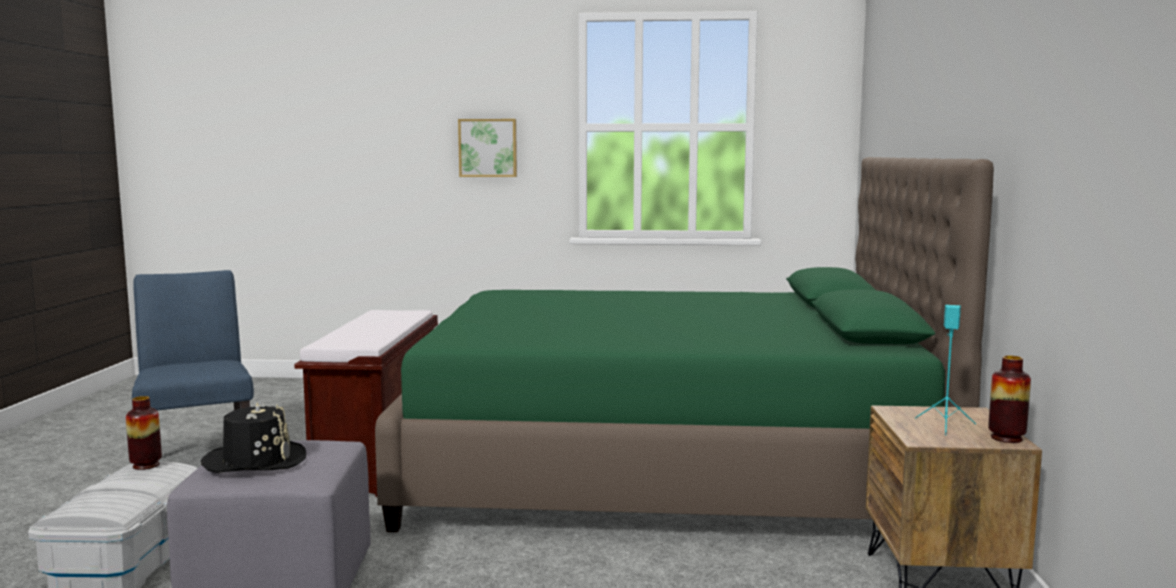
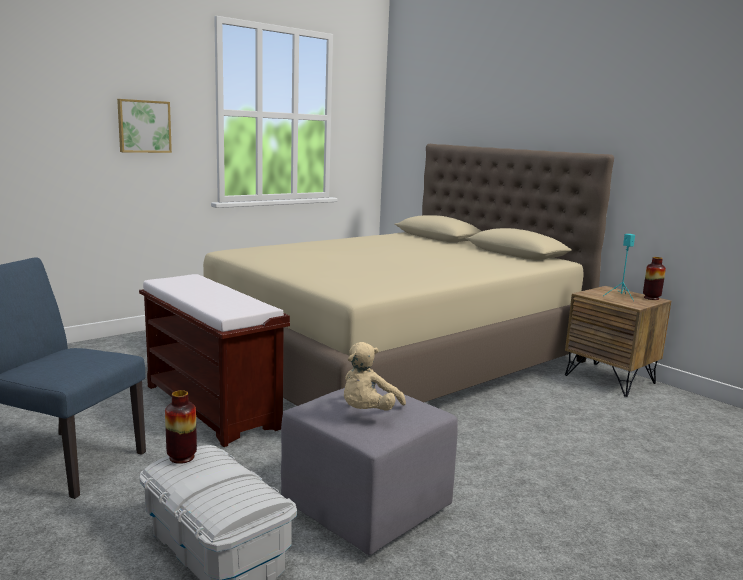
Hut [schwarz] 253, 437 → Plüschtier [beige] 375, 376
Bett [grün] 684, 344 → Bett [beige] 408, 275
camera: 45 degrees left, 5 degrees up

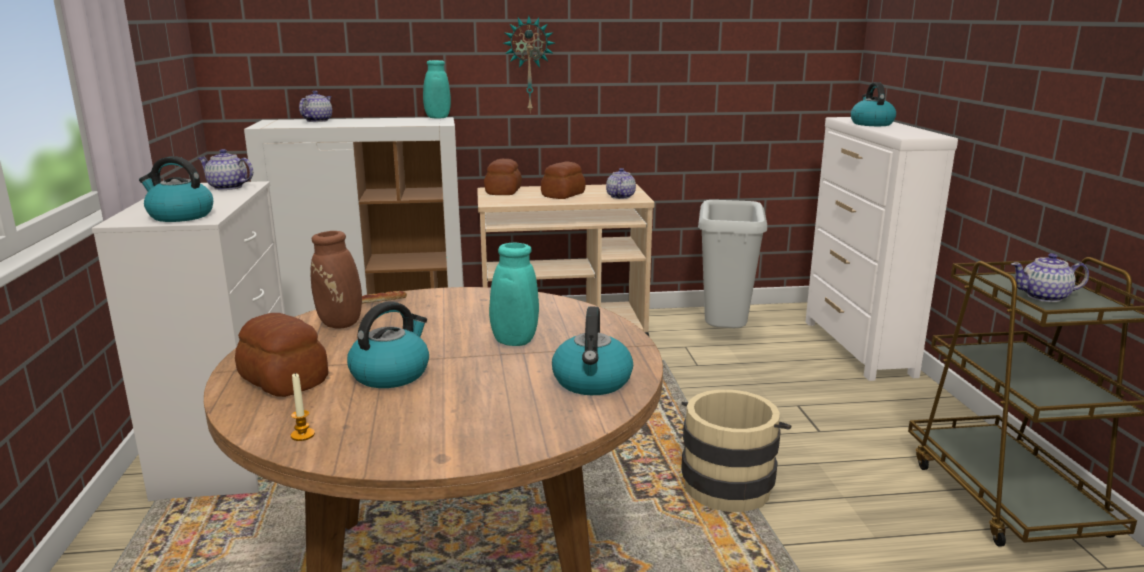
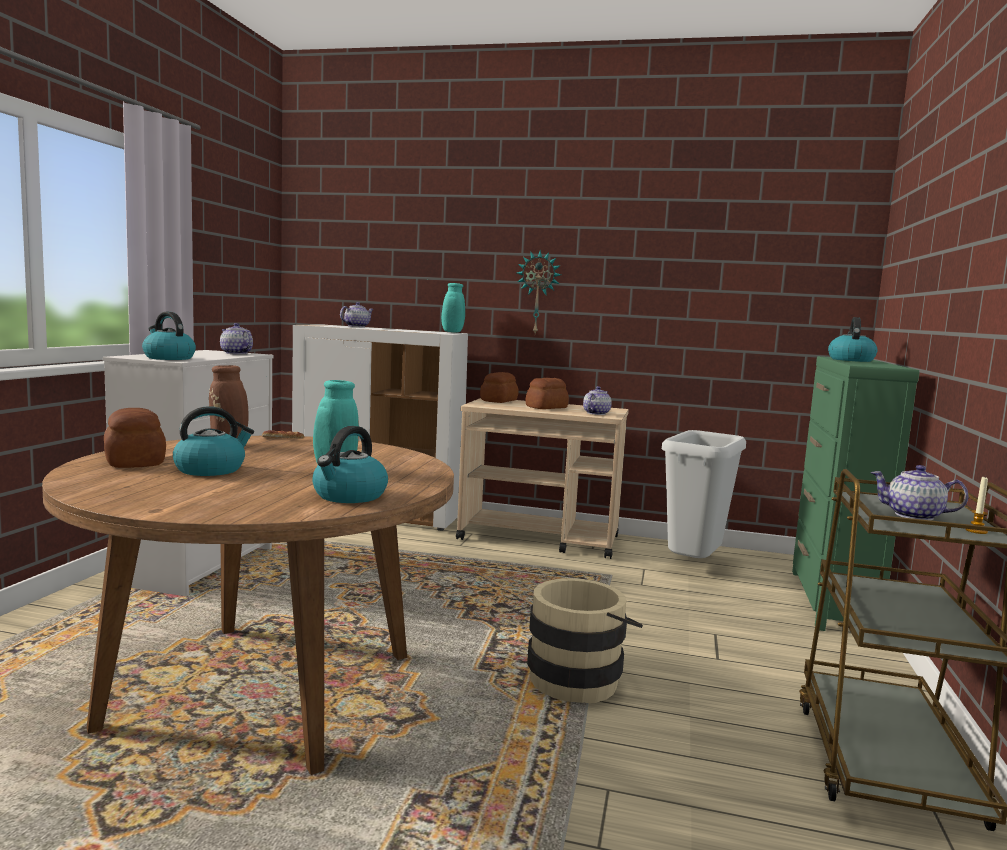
Kerze 303, 407 → Kerze 976, 505, relocated
Kommode [weiß] 881, 249 → Kommode [grün] 856, 493
camera: 20 degrees right, 10 degrees down

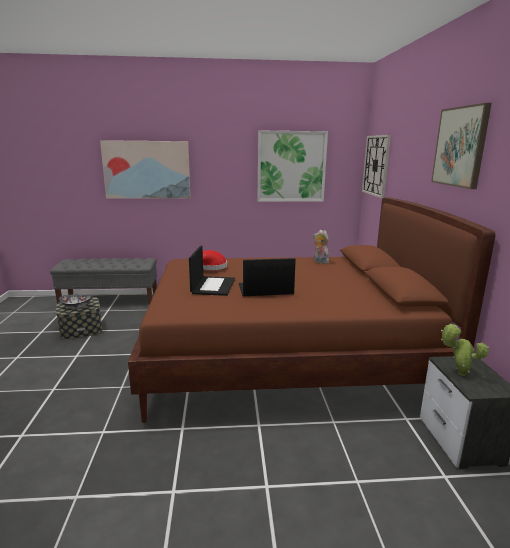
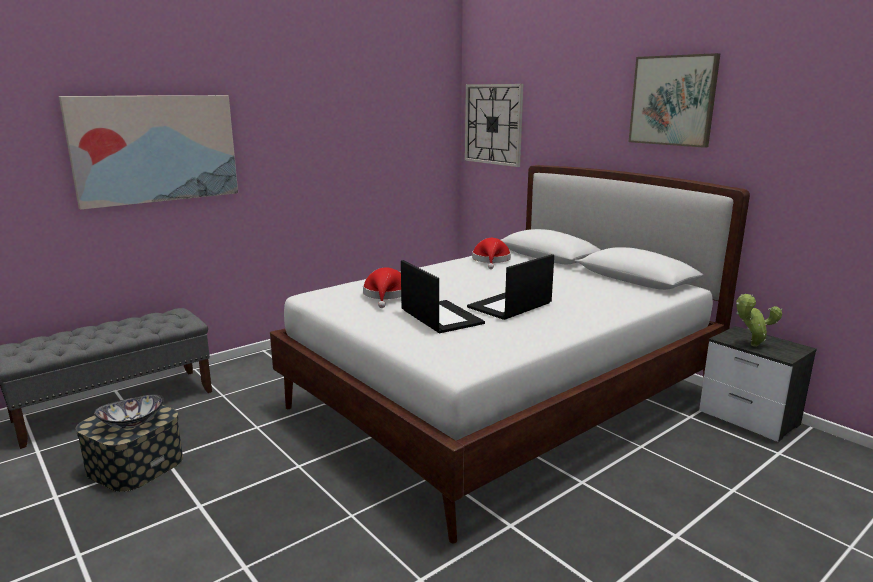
Bett [braun] 312, 310 → Bett [weiß] 510, 354
Bild 292, 166 → -
Plüschtier 321, 247 → Hut [rot] 491, 253
camera: 35 degrees left, 0 degrees up

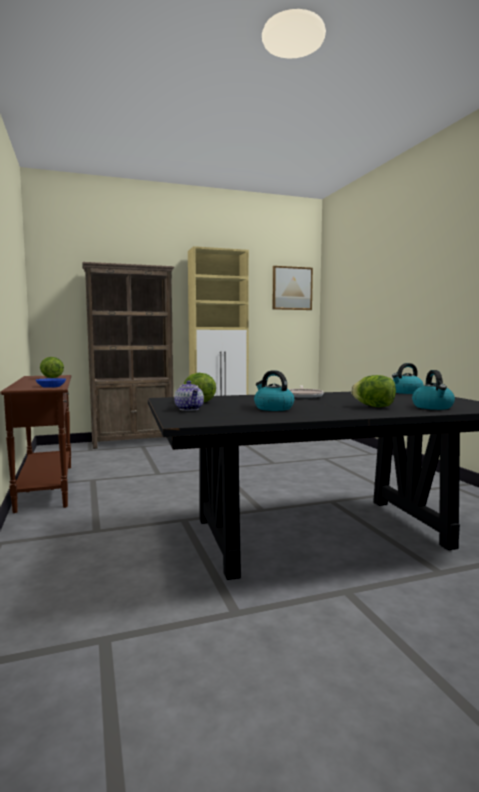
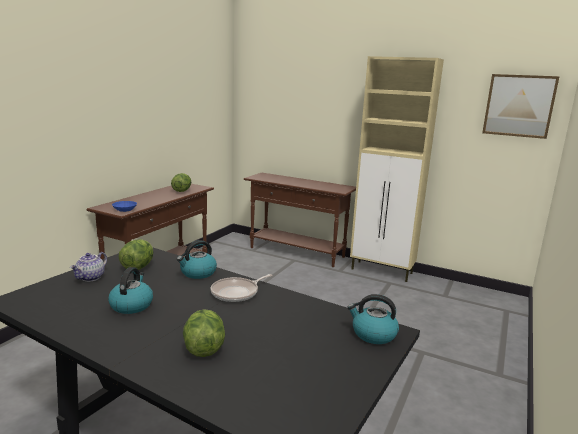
Bücherregal [braun] 128, 355 → Konsolentisch [braun] 300, 220
Wasserkessel 433, 390 → Wasserkessel 197, 259, relocated
camera: 45 degrees right, 10 degrees up

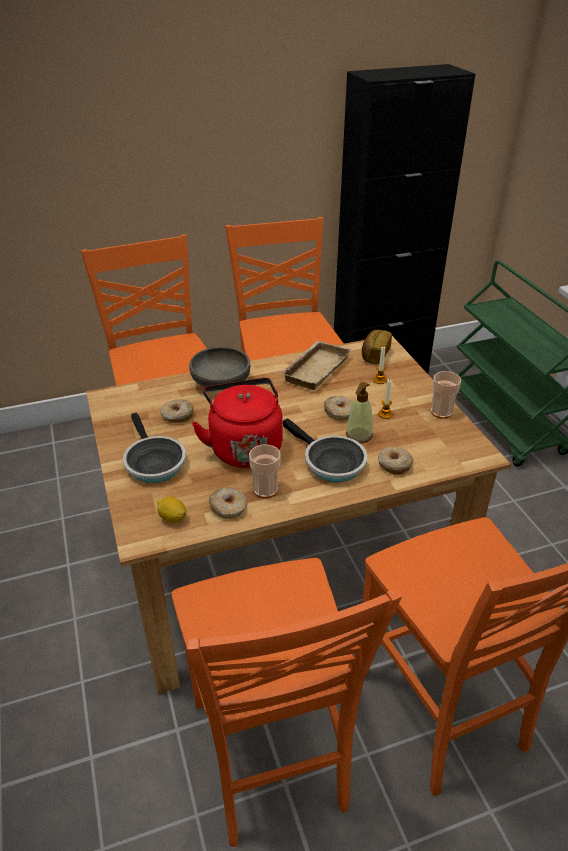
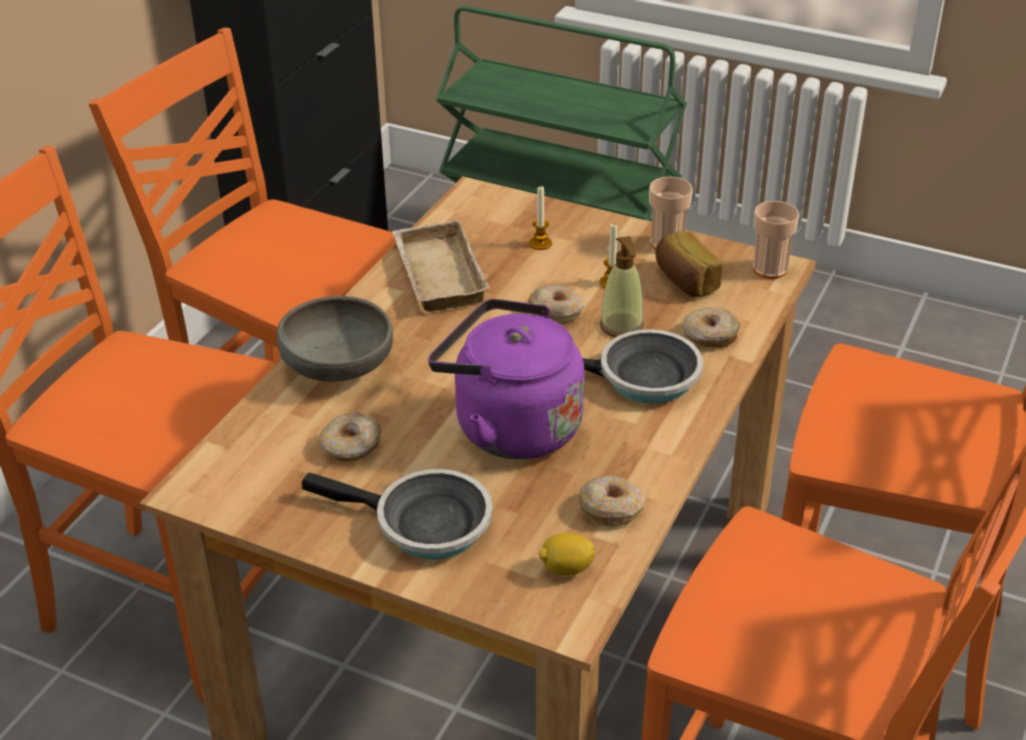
Wasserkessel [rot] 237, 423 → Wasserkessel [lila] 506, 379
Tasse 265, 471 → Tasse 776, 240, relocated
Brot 377, 347 → Brot 689, 264, relocated
camera: 45 degrees left, 0 degrees up

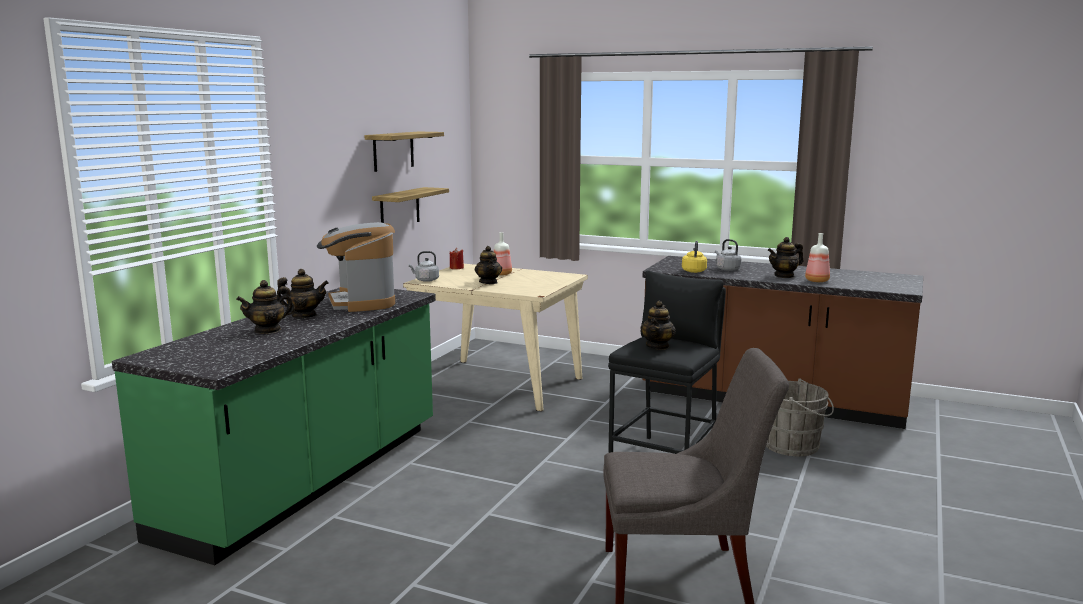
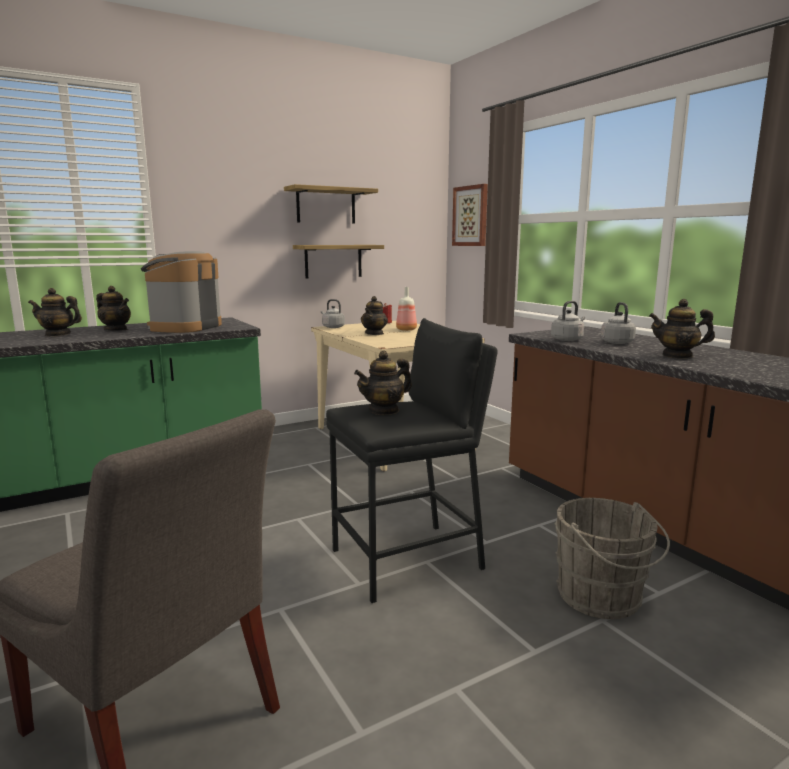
Wasserkessel [gelb] 694, 257 → Wasserkessel [grau] 568, 321
Flasche 817, 257 → -
- → Bild 470, 215
camera: 35 degrees right, 0 degrees up

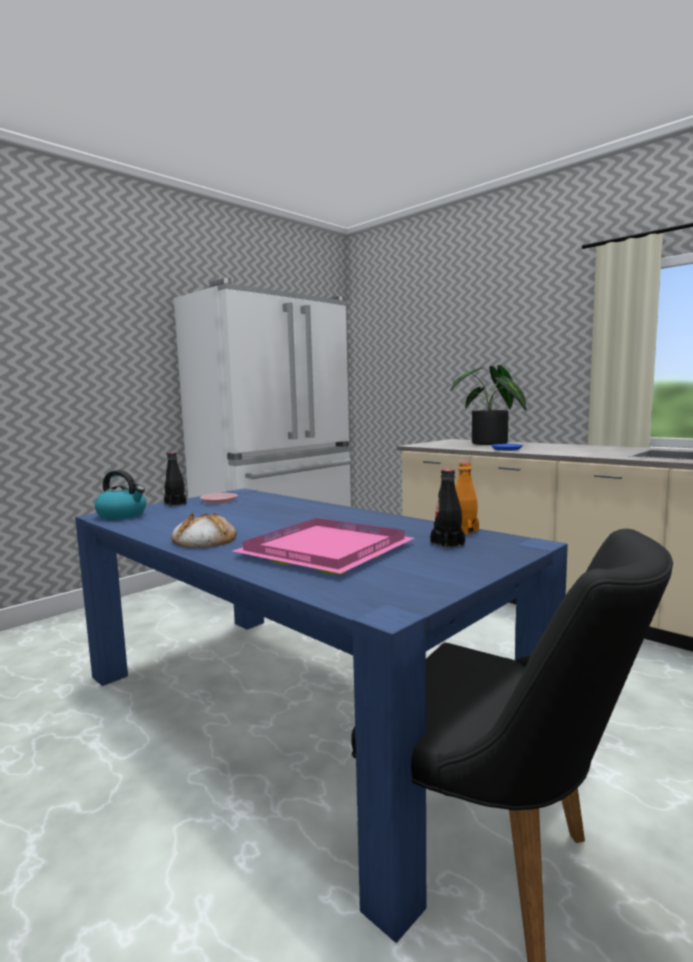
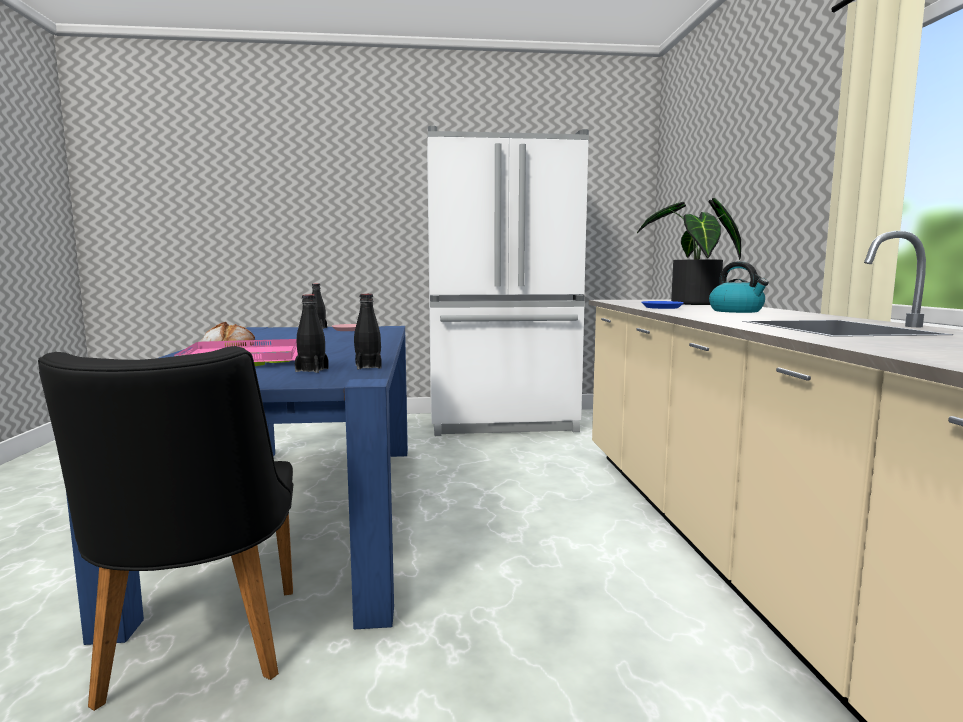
Wasserkessel 120, 494 → Wasserkessel 739, 287, relocated
Flasche [orange] 467, 499 → Flasche [schwarz] 368, 331
camera: 40 degrees right, 0 degrees up

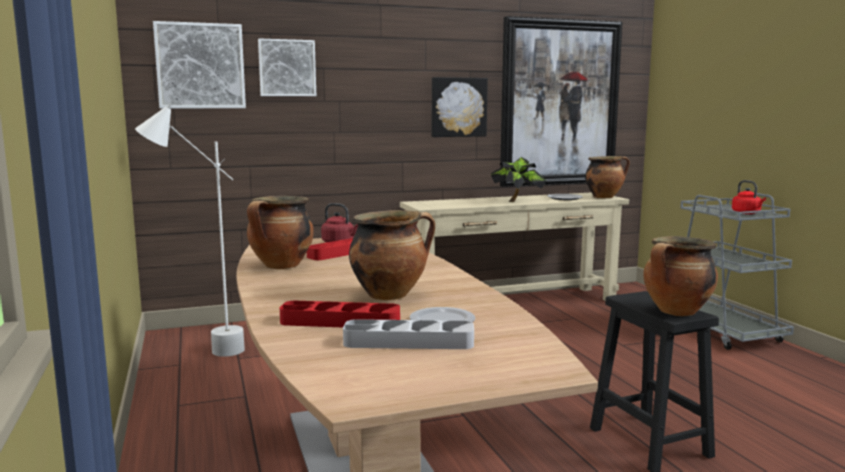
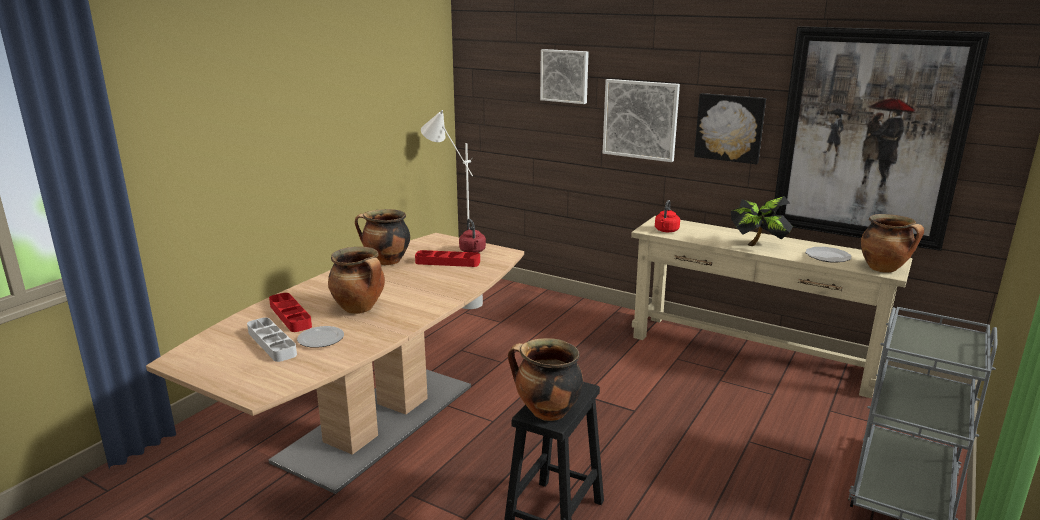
Bild 199, 64 → Bild 641, 120, relocated
Wasserkessel [rot] 749, 197 → Wasserkessel [rot] 667, 216, relocated
camera: 50 degrees right, 10 degrees up

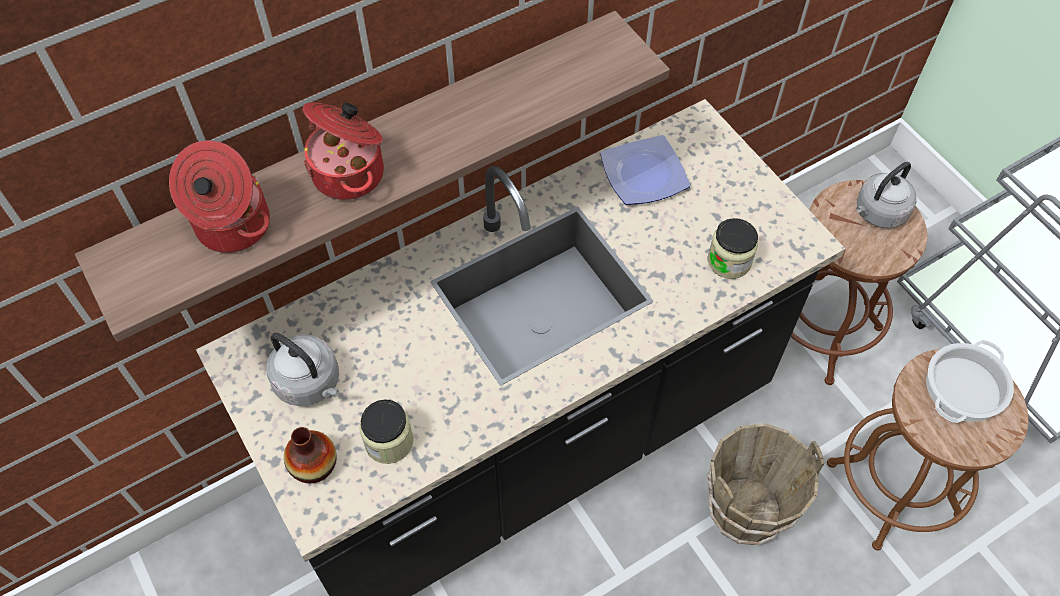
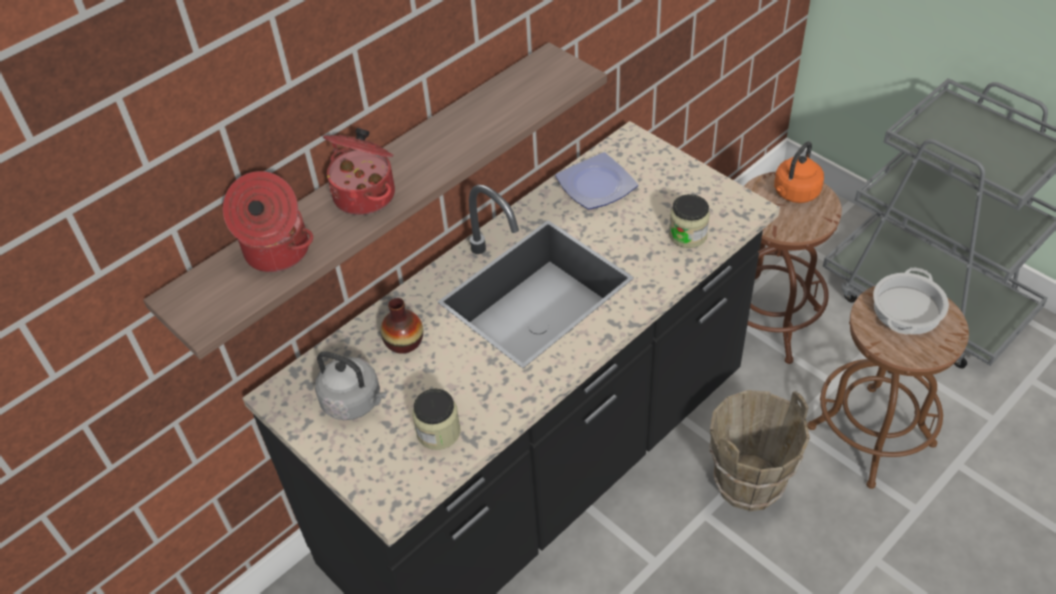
Vase 310, 455 → Vase 401, 326, relocated
Wasserkessel [grau] 886, 195 → Wasserkessel [orange] 799, 172
camera: 10 degrees left, 10 degrees down

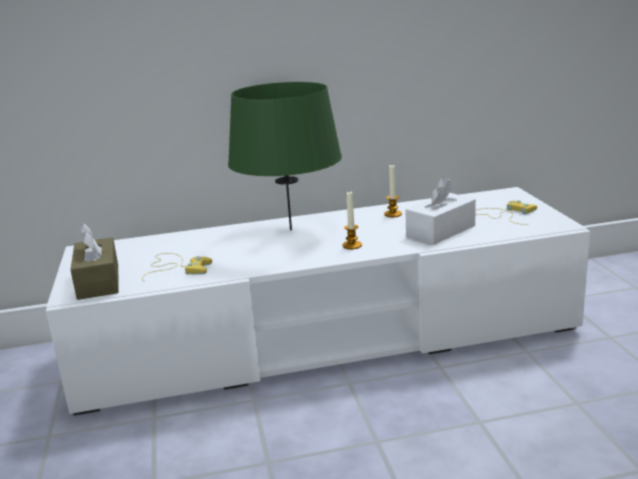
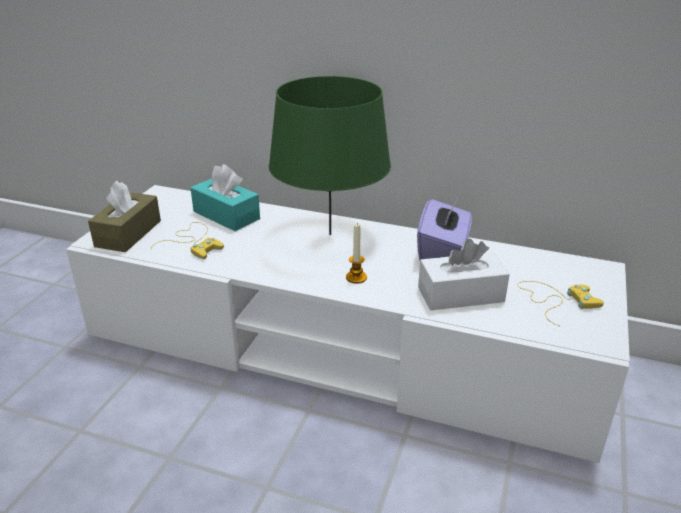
Kerze 393, 191 → Taschentuchbox [lila] 444, 228
- → Taschentuchbox [türkis] 225, 197
camera: 30 degrees right, 10 degrees up

